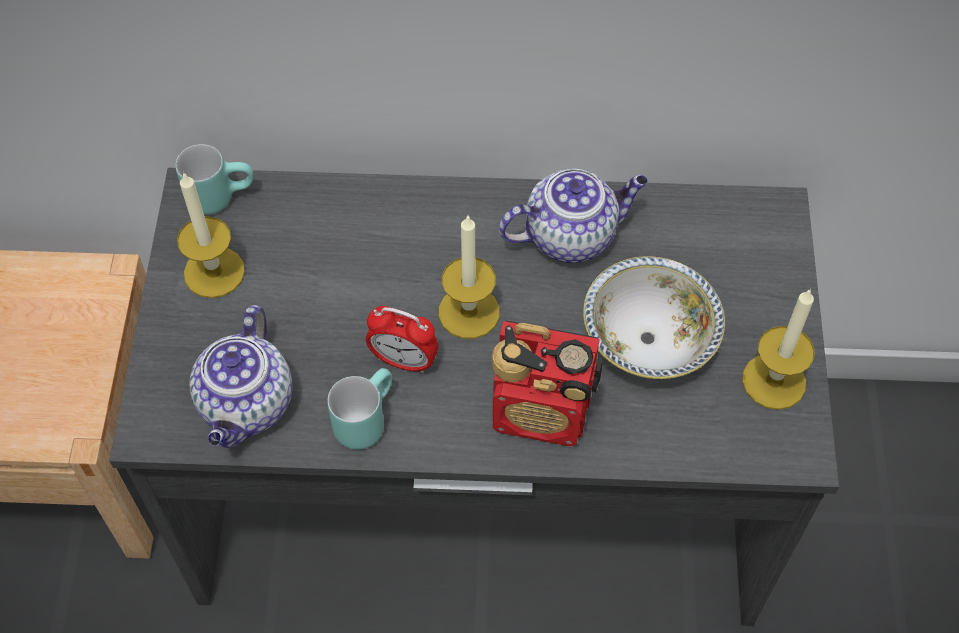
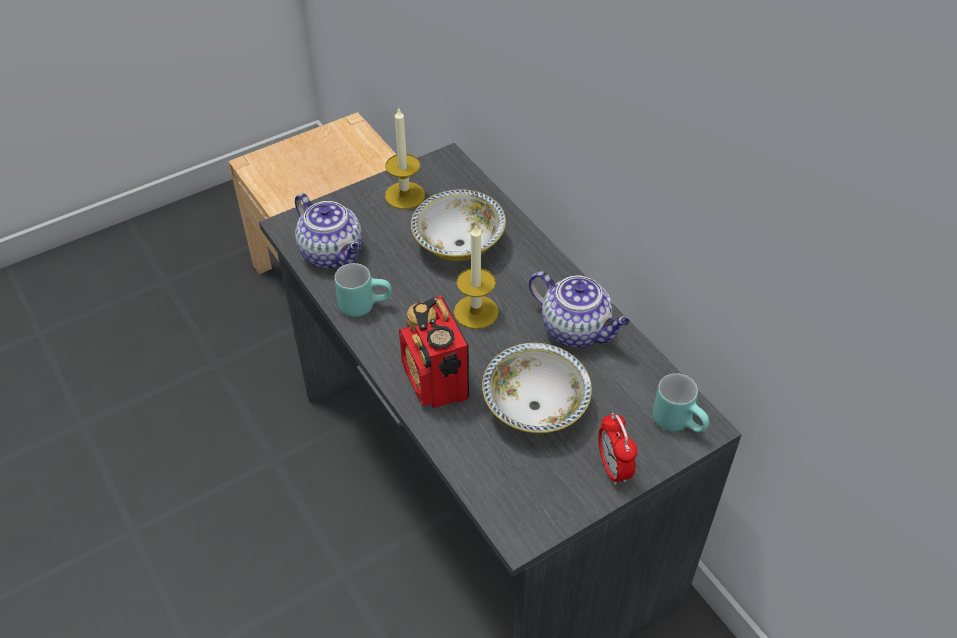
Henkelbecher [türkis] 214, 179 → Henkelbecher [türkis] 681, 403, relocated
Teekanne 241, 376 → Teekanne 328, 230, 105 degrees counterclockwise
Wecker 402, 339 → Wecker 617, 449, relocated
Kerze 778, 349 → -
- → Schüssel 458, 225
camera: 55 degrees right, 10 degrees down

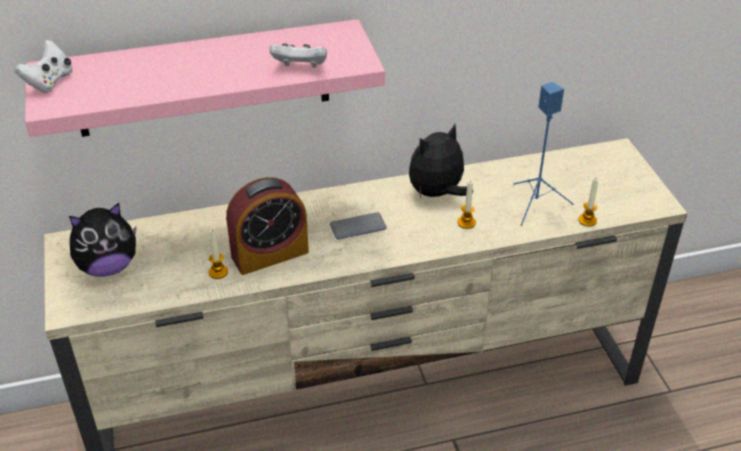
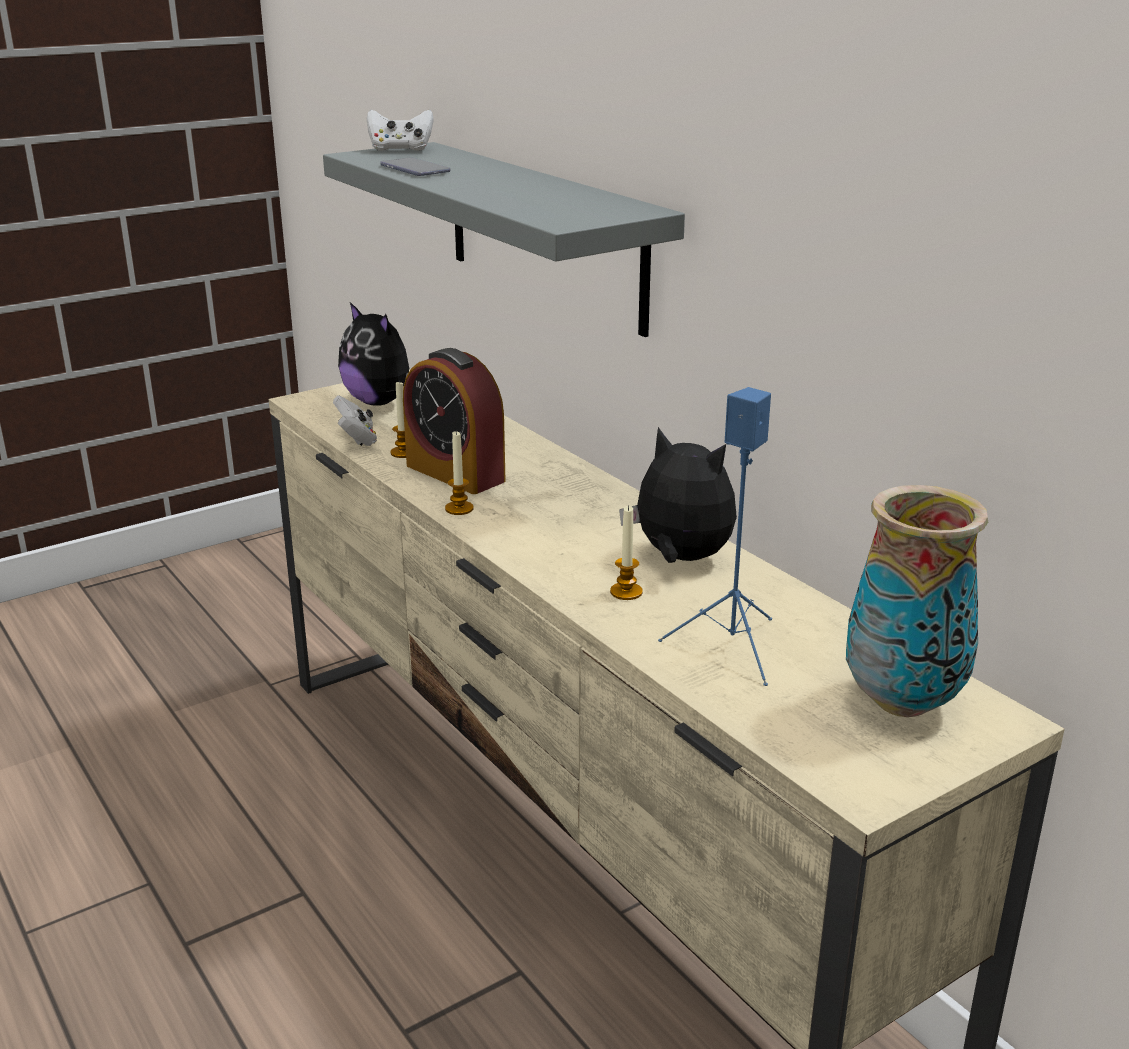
Wandregal [rosa] 205, 78 → Wandregal [grau] 504, 239
Gamepad [weiß] 298, 56 → Gamepad [weiß] 355, 421, relocated
Handy 358, 226 → Handy 415, 166, relocated
Kerze 588, 202 → Kerze 459, 472, relocated
- → Vase 917, 601
camera: 70 degrees right, 15 degrees down

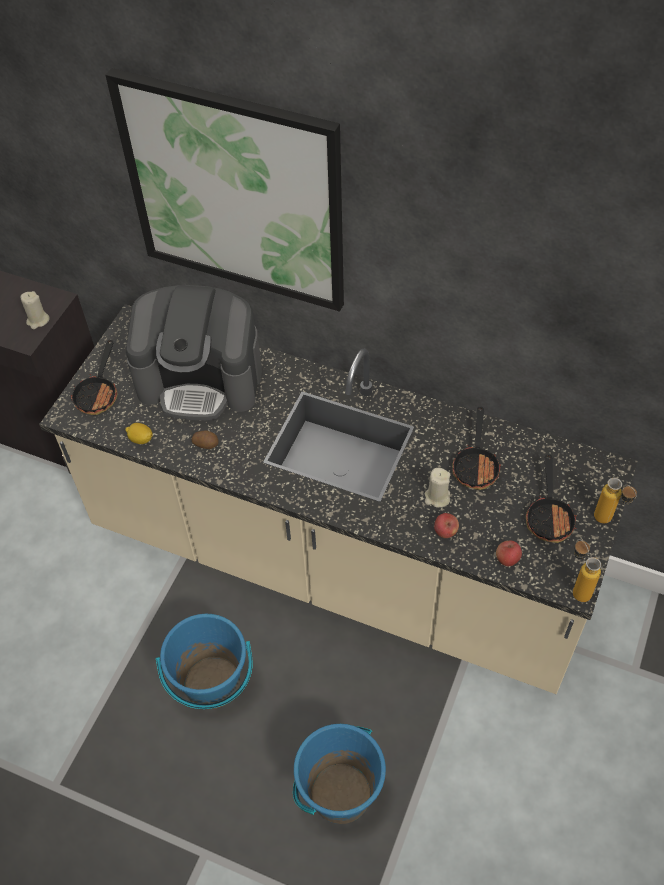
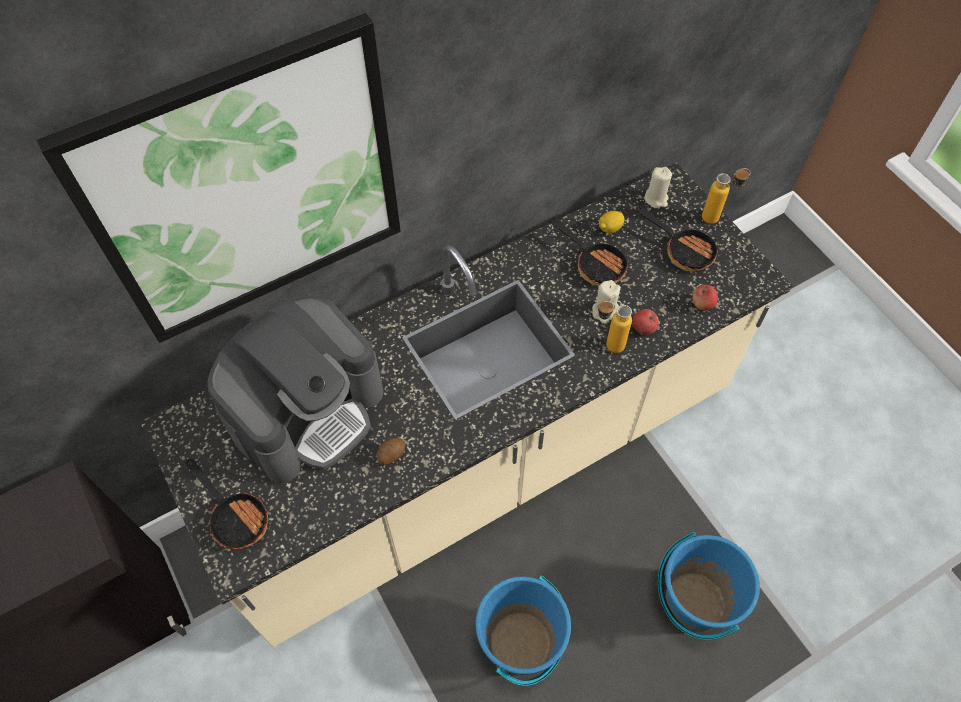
Kerze [beige] 35, 310 → Kerze [beige] 658, 187, relocated
Zitrone 139, 433 → Zitrone 611, 222, relocated
Flasche 587, 570 → Flasche 614, 326, relocated
camera: 55 degrees left, 5 degrees up

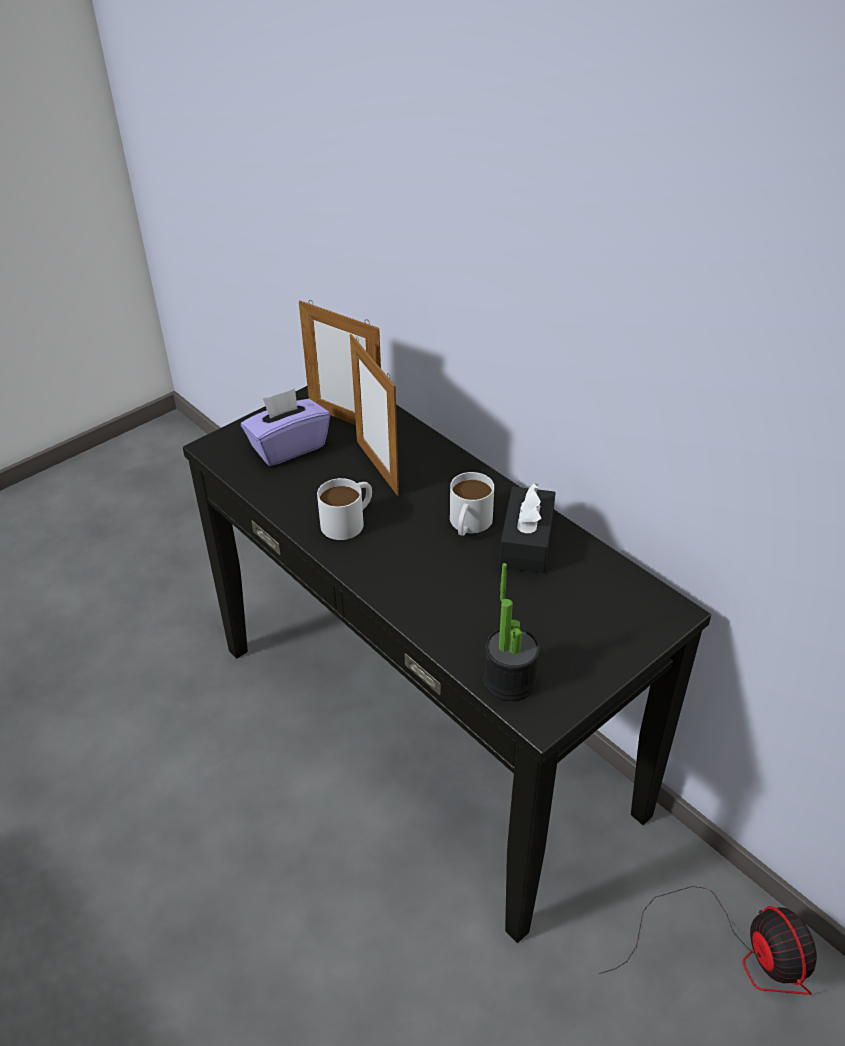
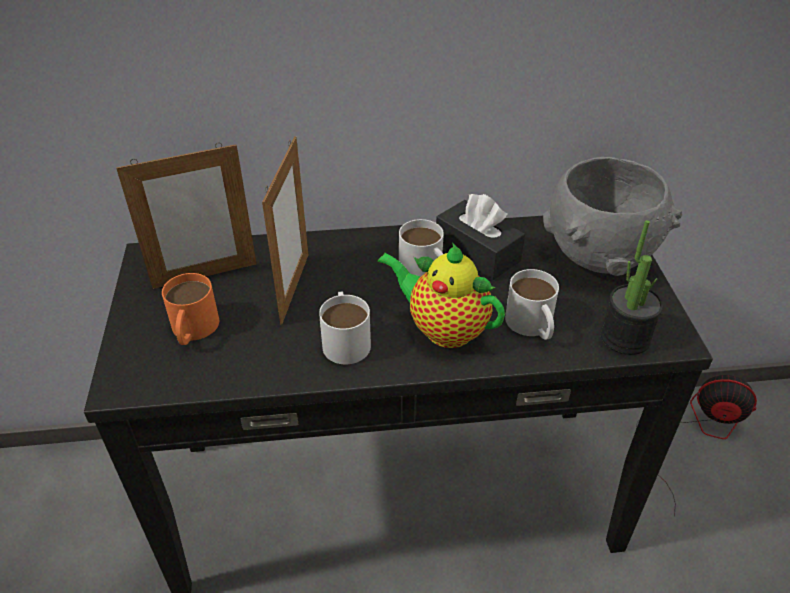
Taschentuchbox [lila] 285, 427 → Henkelbecher [orange] 190, 309
Bilderrahmen 374, 415 → Bilderrahmen 285, 230, 90 degrees counterclockwise
- → Teekanne 441, 295
- → Henkelbecher [weiß] 532, 304
- → Schüssel [grau] 612, 216
camera: 55 degrees left, 0 degrees up

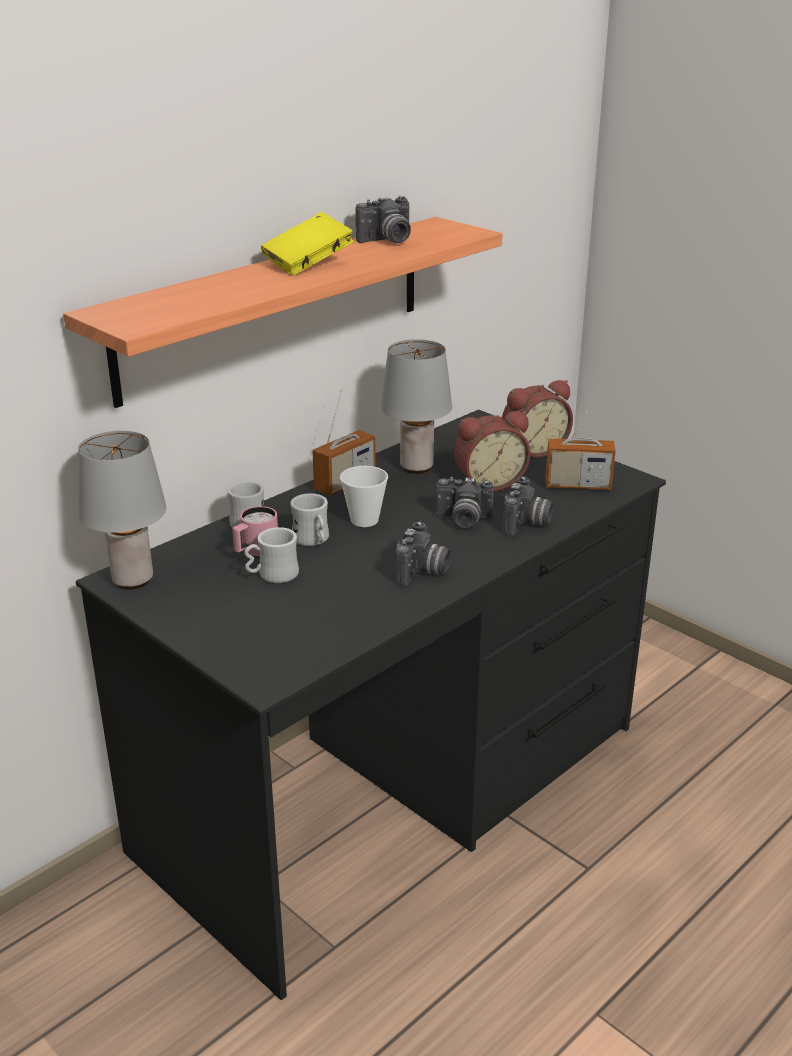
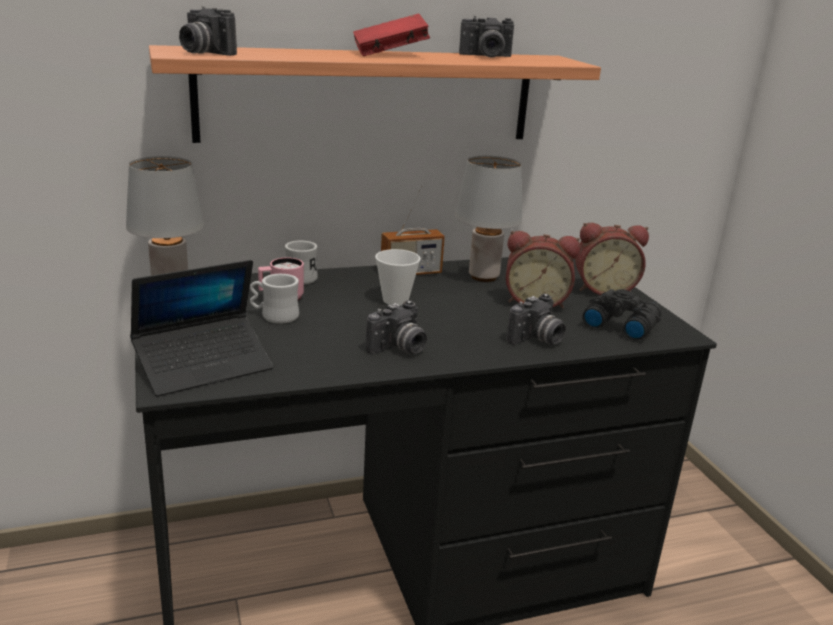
Buch [gelb] 307, 243 → Buch [rot] 391, 35
Henkelbecher [weiß] 309, 519 → -
Kamera 465, 502 → Kamera 208, 31, relocated
Radio 581, 441 → Fernglas [schwarz] 622, 314
- → Laptop 201, 328
camera: 25 degrees right, 5 degrees down

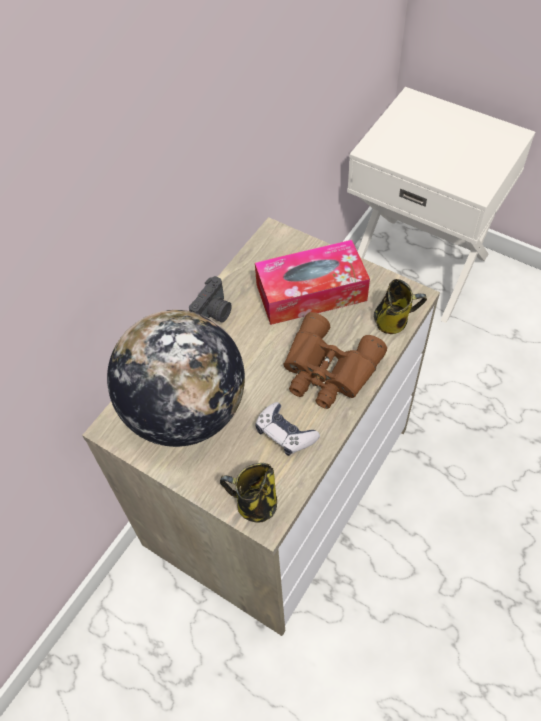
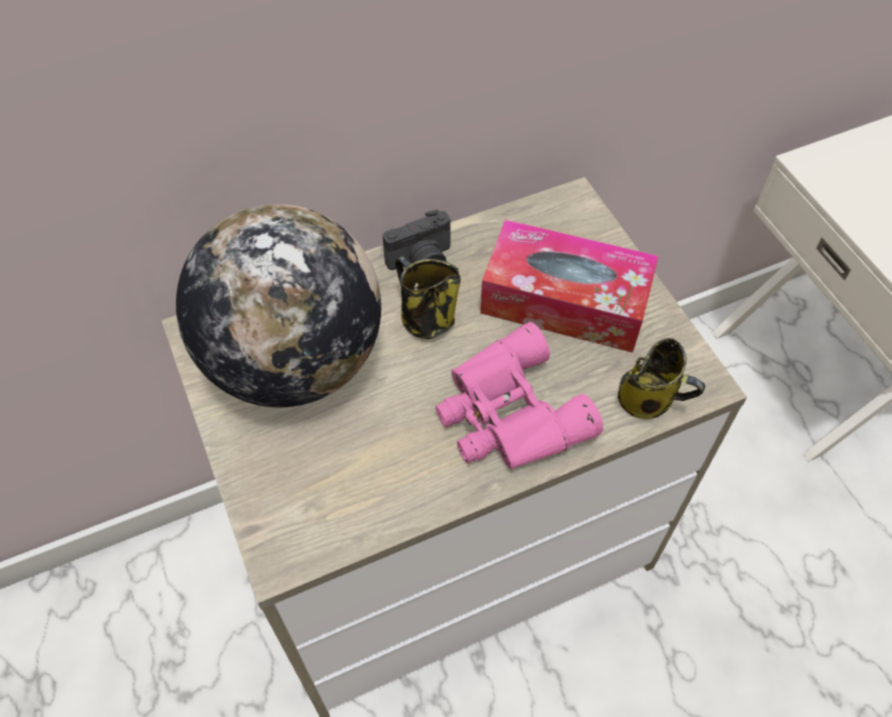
Henkelbecher 248, 493 → Henkelbecher 428, 297, relocated
Gamepad 287, 429 → -
Fernglas [braun] 335, 360 → Fernglas [rosa] 519, 395
camera: 30 degrees right, 0 degrees up

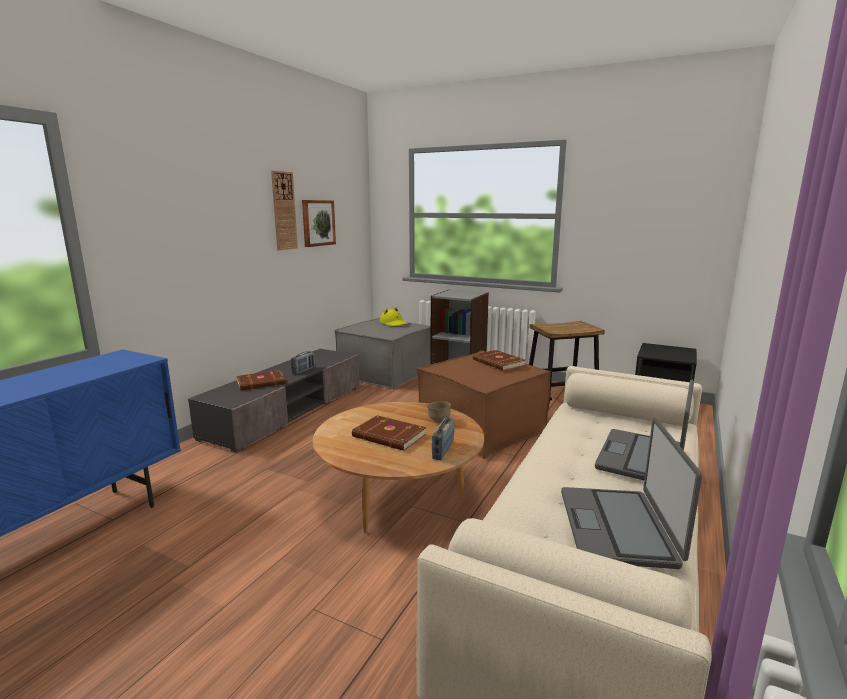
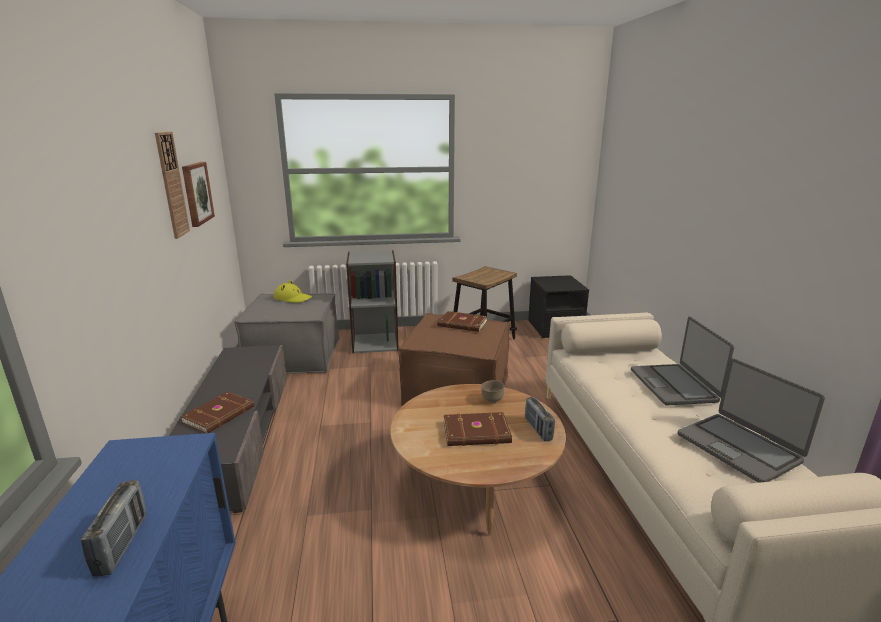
Radio 303, 362 → Radio 114, 528, relocated
camera: 35 degrees left, 5 degrees up

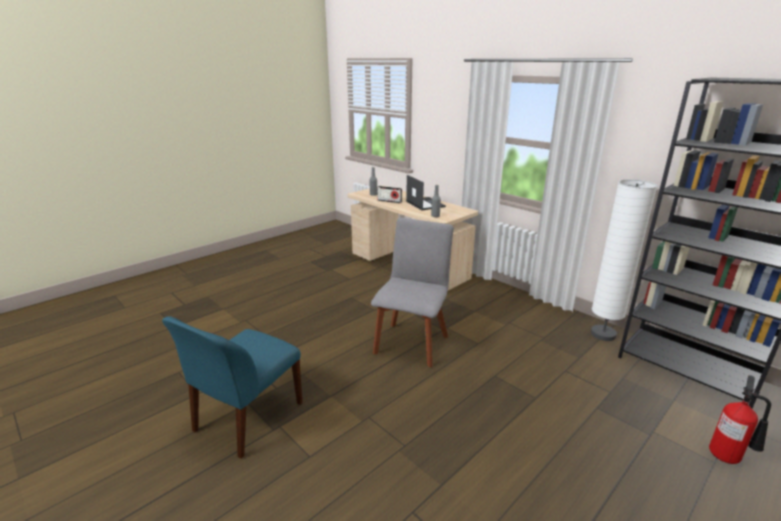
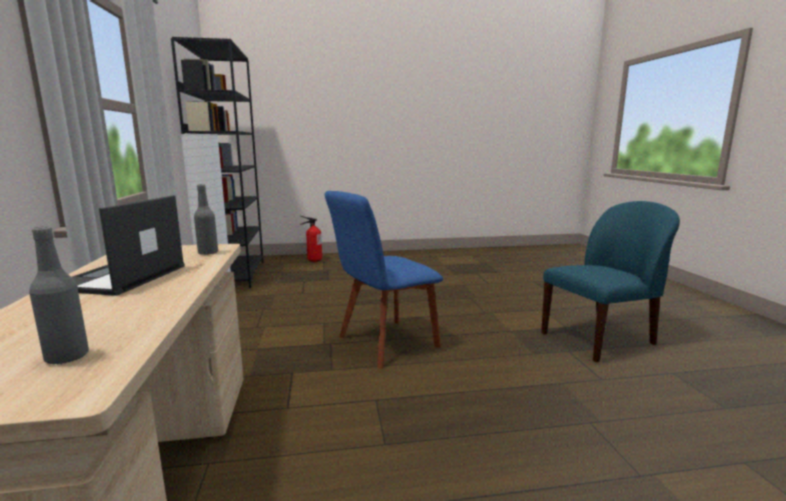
Stuhl [grau] 412, 292 → Stuhl [blau] 384, 280
Radio 389, 194 → -
camera: 145 degrees left, 10 degrees down

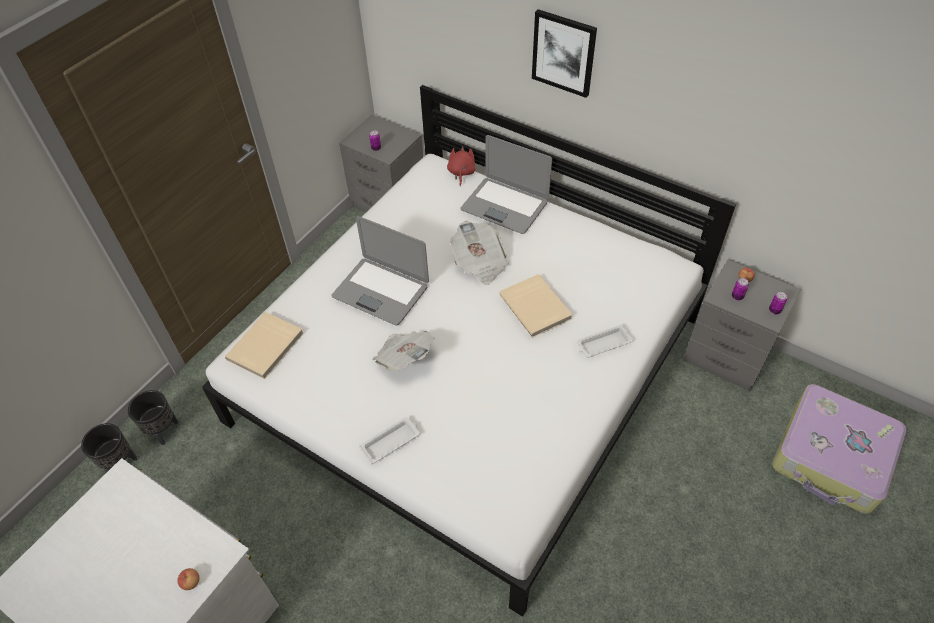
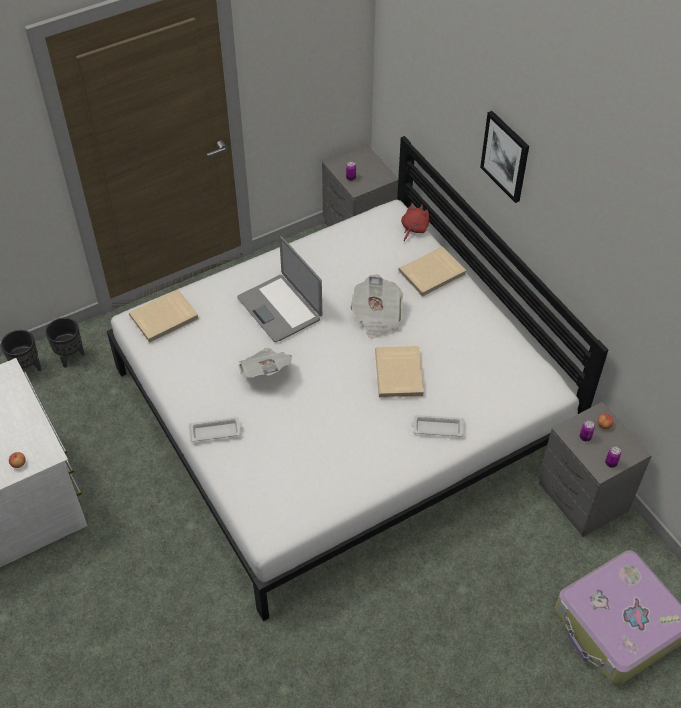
Laptop 506, 184 → Buch [beige] 432, 271
camera: 25 degrees right, 0 degrees up

